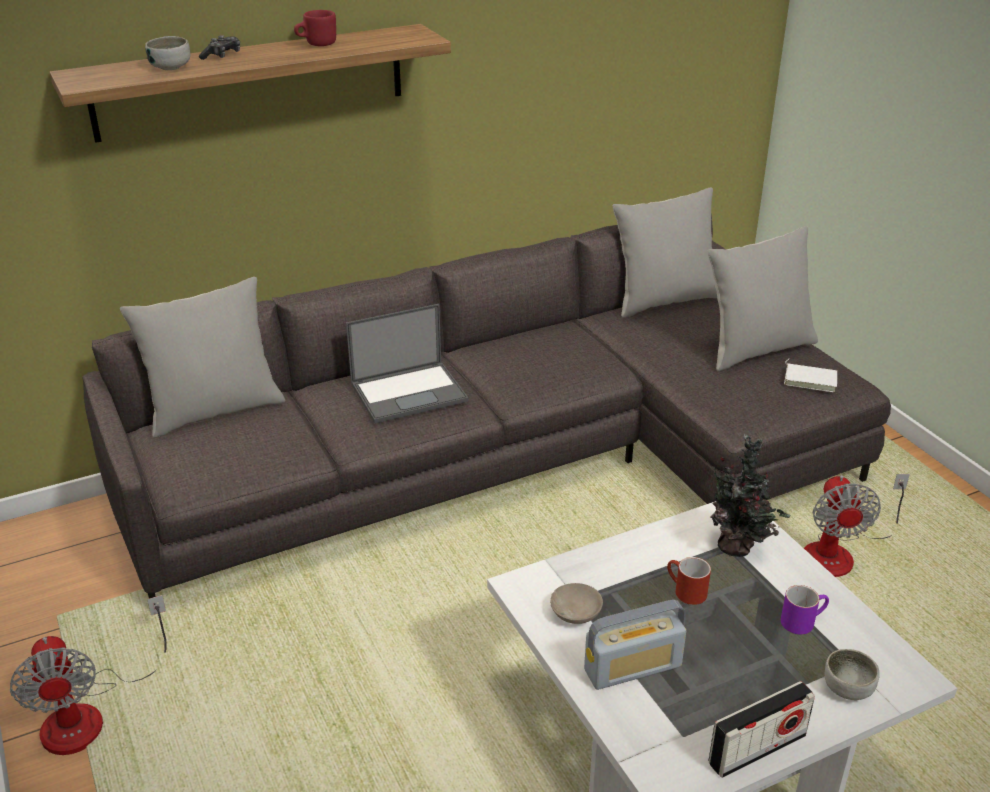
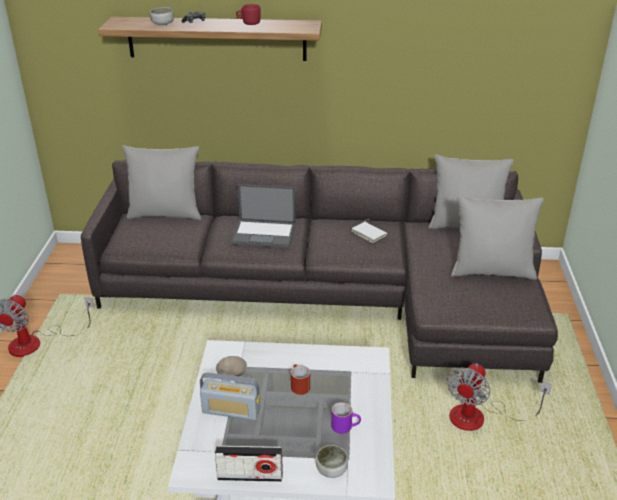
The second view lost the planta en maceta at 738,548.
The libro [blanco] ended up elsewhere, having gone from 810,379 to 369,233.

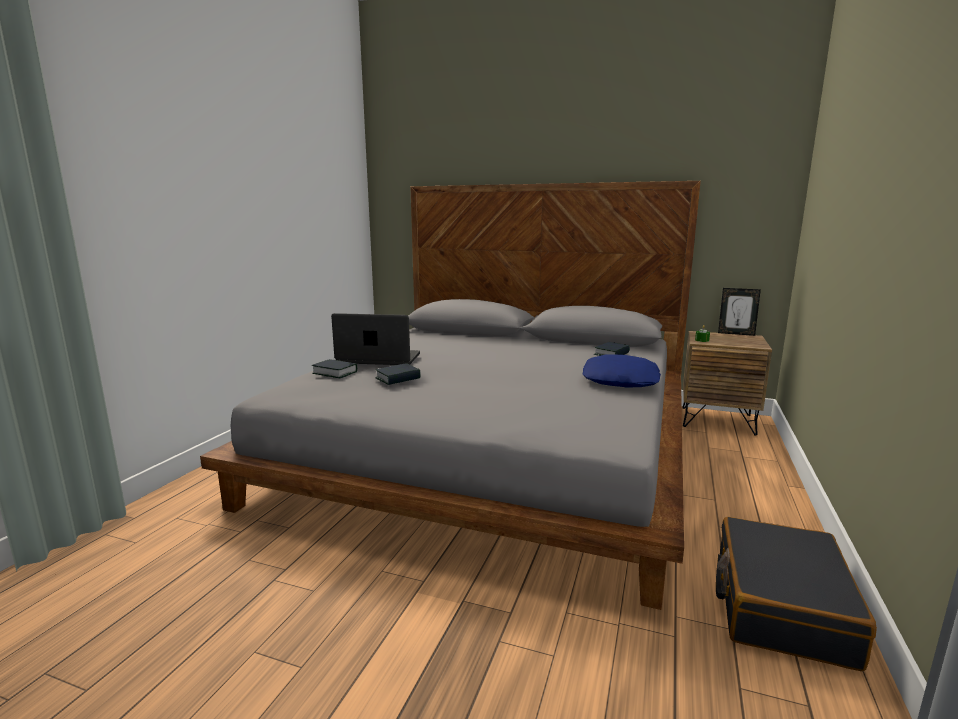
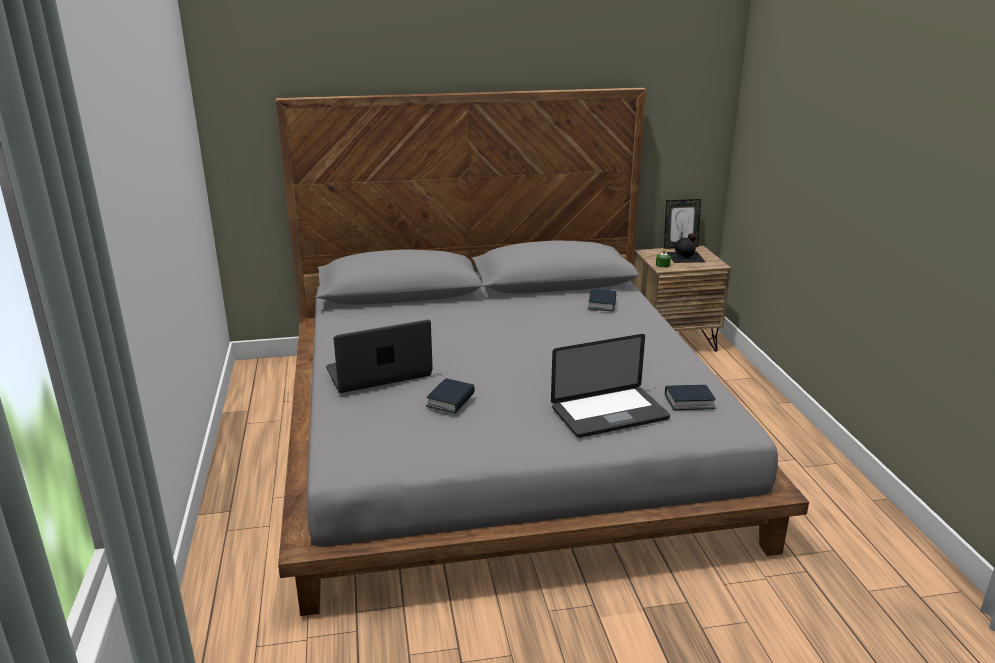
The libro ended up elsewhere, having gone from 335,373 to 689,402.
The second view lost the cojín [azul] at 621,380.
The second view lost the maleta [negro] at 780,605.
The second view gained the portátil at 609,414.
The second view gained the botella [negro] at 686,257.

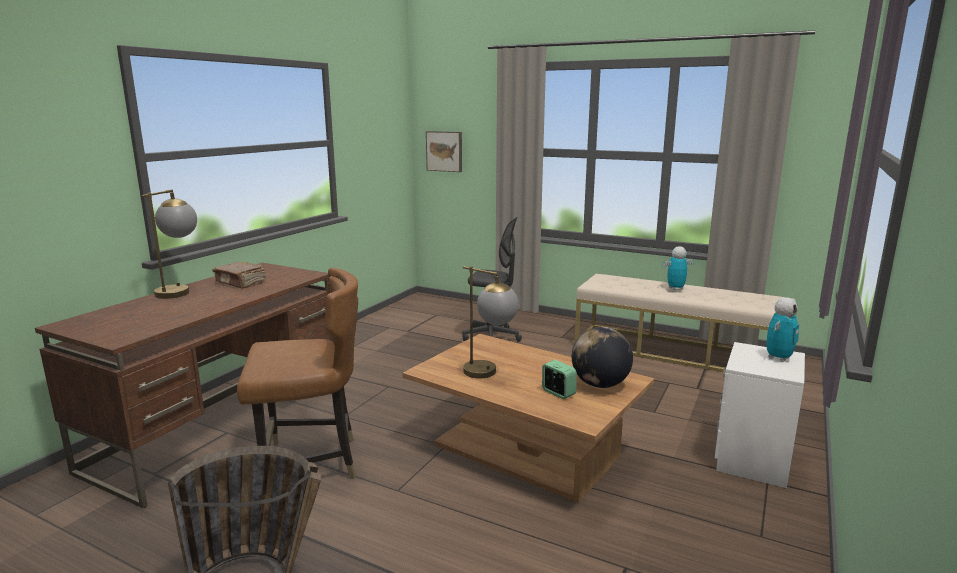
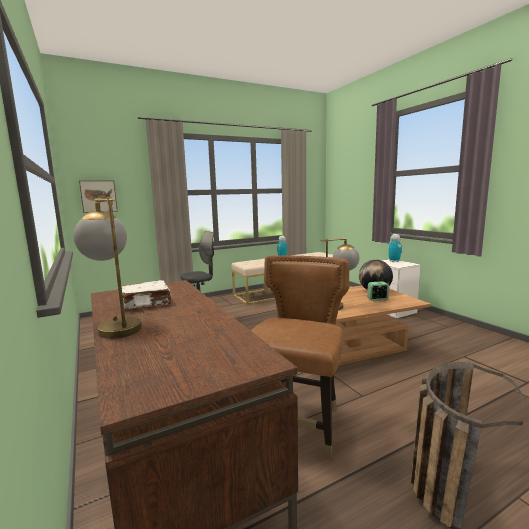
What was the libro [marrón] at 240,283 turned into the libro [blanco] at 147,303.

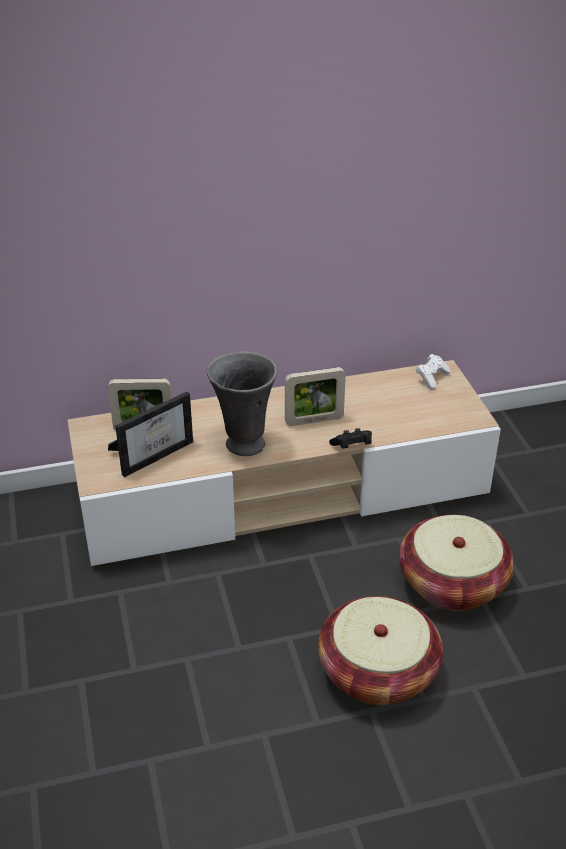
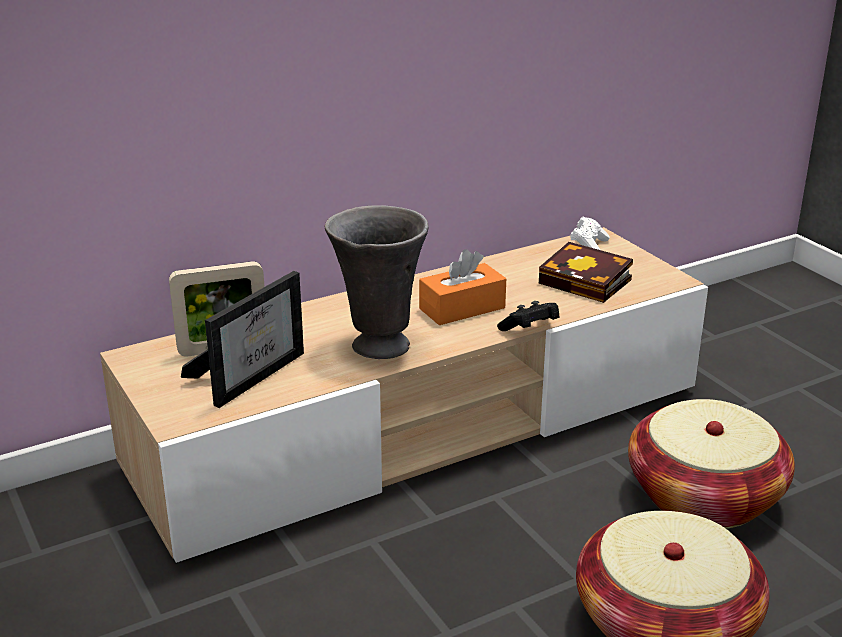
Where the portarretratos stood at 314,420, the caja de pañuelos [naranja] came to stand at 462,308.
The second view gained the libro at 589,282.

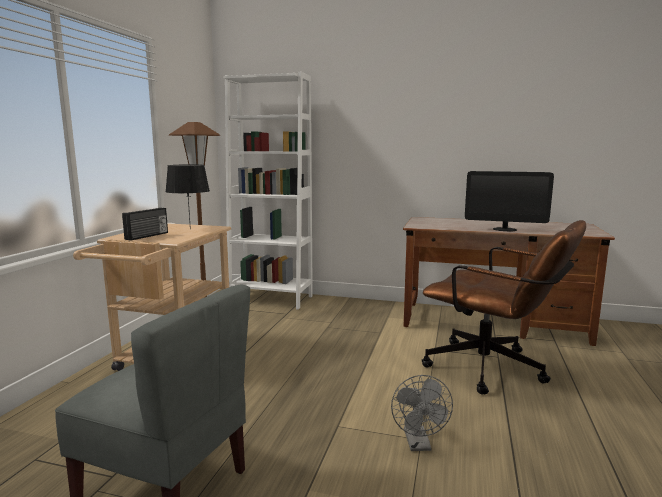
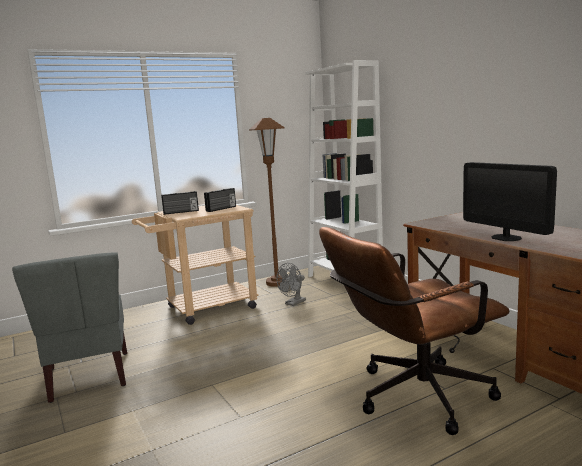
Where the lámpara de mesa [negro] stood at 190,229, the radio came to stand at 221,209.
The ventilador [gris] ended up elsewhere, having gone from 419,444 to 293,303.
The silla de oficina [marrón] at 494,370 ended up facing another way, 75 degrees clockwise from before.

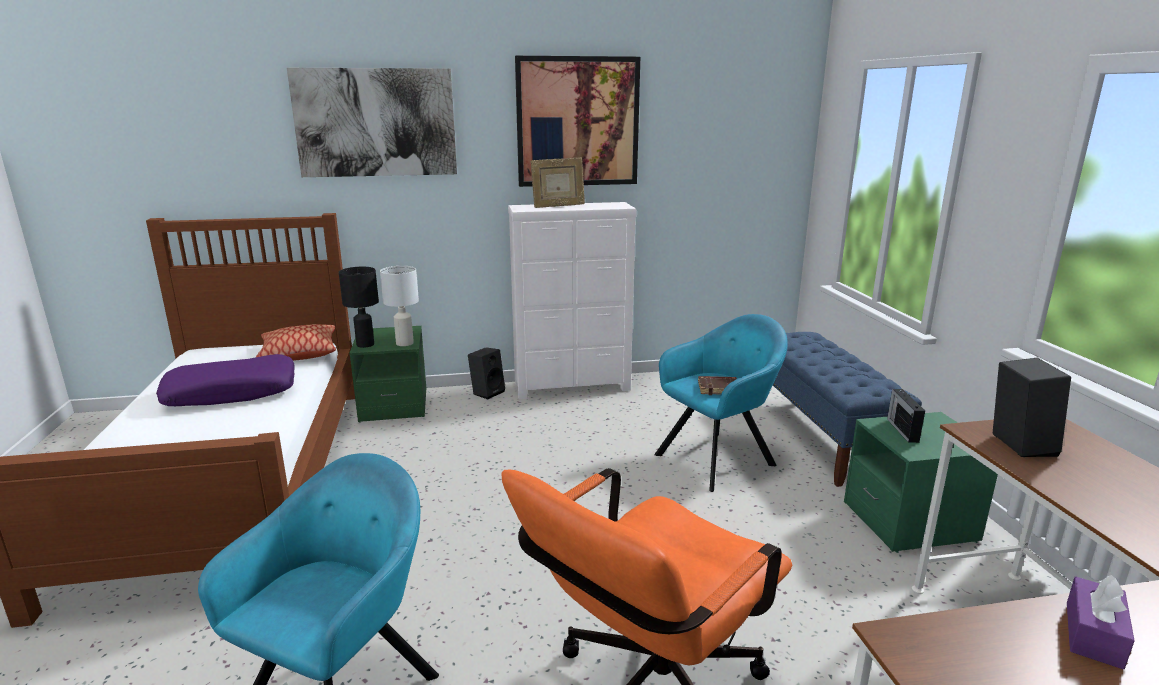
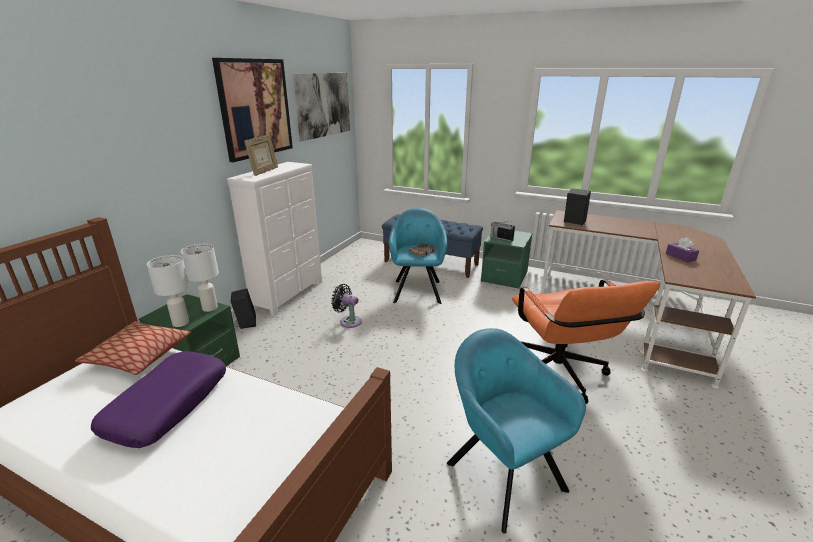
The cuadro ended up elsewhere, having gone from 375,123 to 323,105.
What was the lámpara de mesa [negro] at 365,344 turned into the lámpara de mesa [blanco] at 180,323.
The second view gained the ventilador [negro] at 348,321.

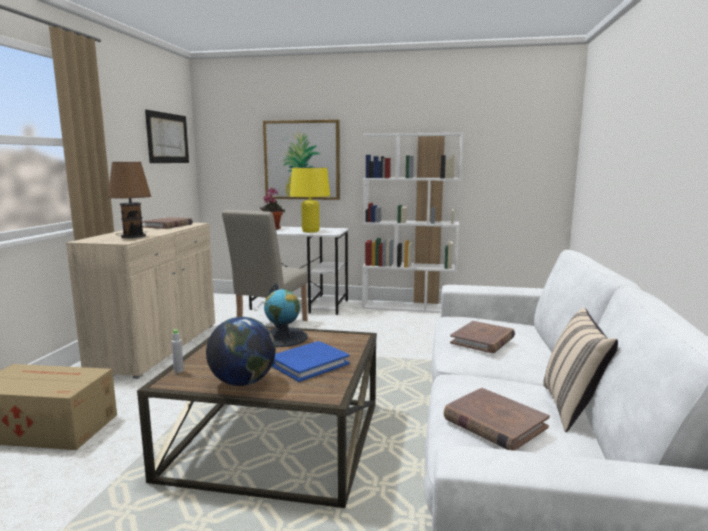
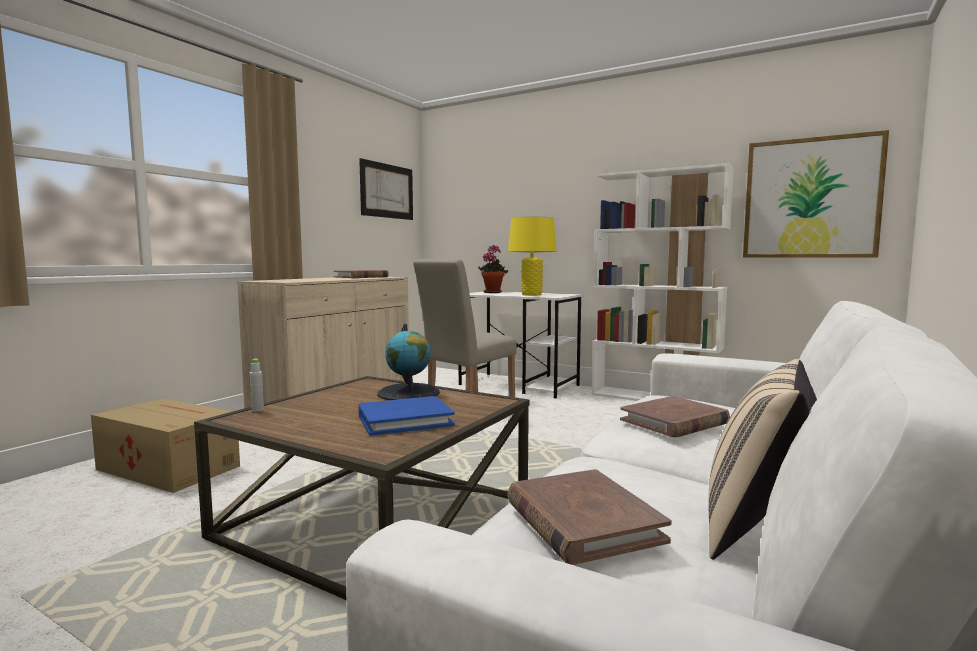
The second view lost the lámpara de mesa [marrón] at 133,236.
The second view lost the globo terráqueo at 243,383.
The cuadro ended up elsewhere, having gone from 302,160 to 811,198.

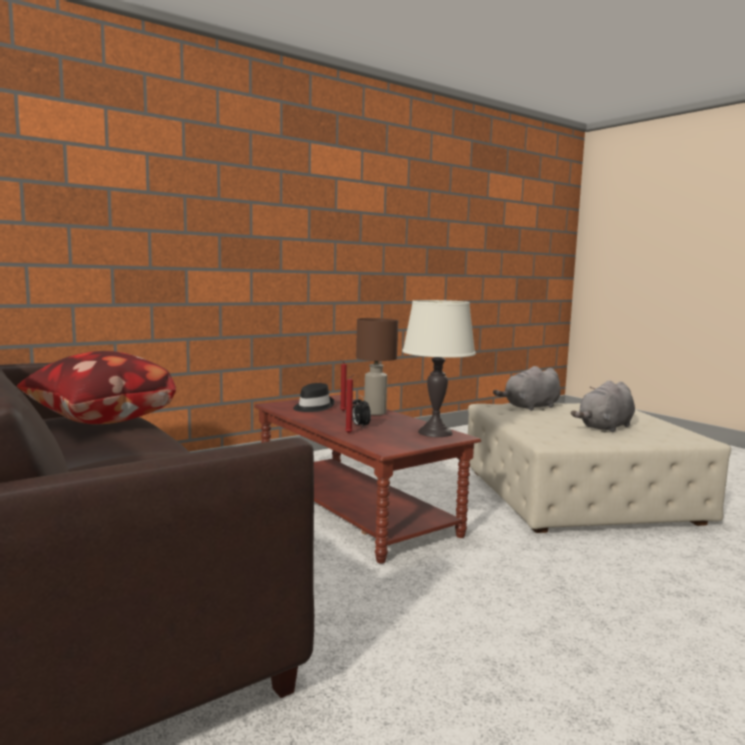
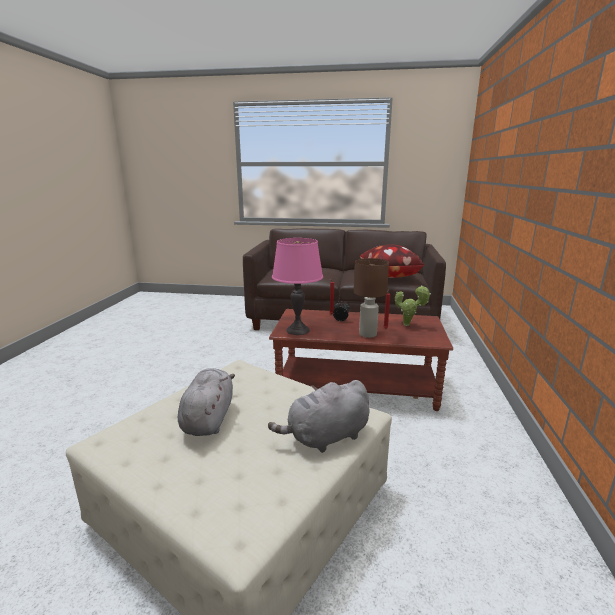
Where the sombrero [negro] stood at 312,407, the planta en maceta came to stand at 408,325.
What was the lámpara de mesa [blanco] at 435,432 turned into the lámpara de mesa [rosa] at 297,330.
The peluche [gris] at 530,407 ended up facing another way, 135 degrees counterclockwise from before.

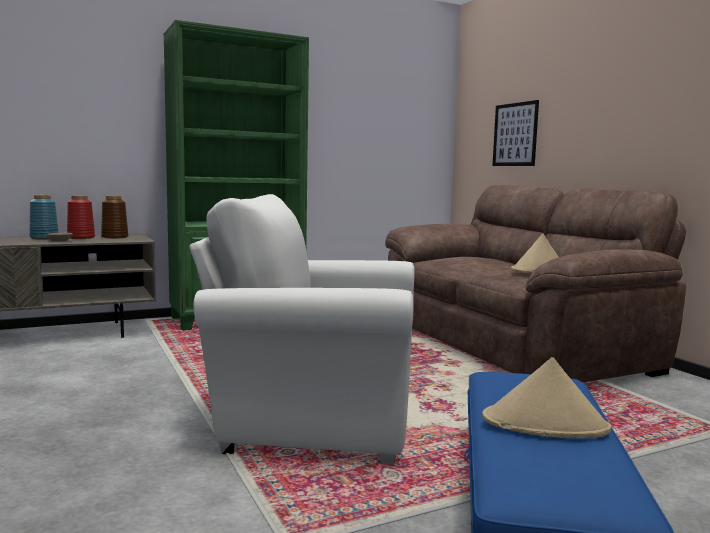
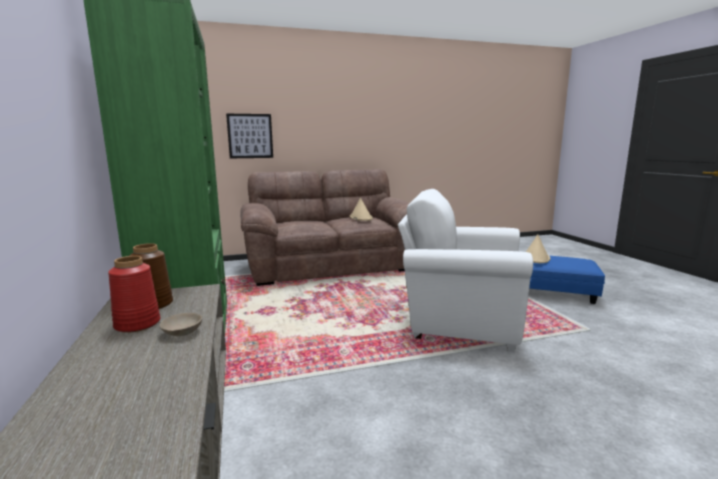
The second view lost the florero [azul] at 45,238.
The sillón [blanco] at 311,419 ended up facing another way, 90 degrees clockwise from before.

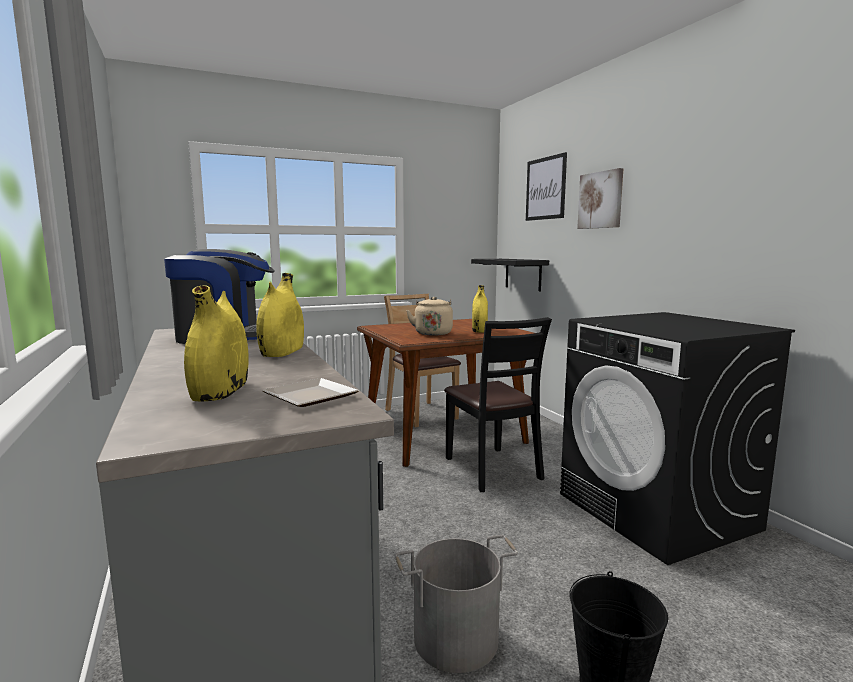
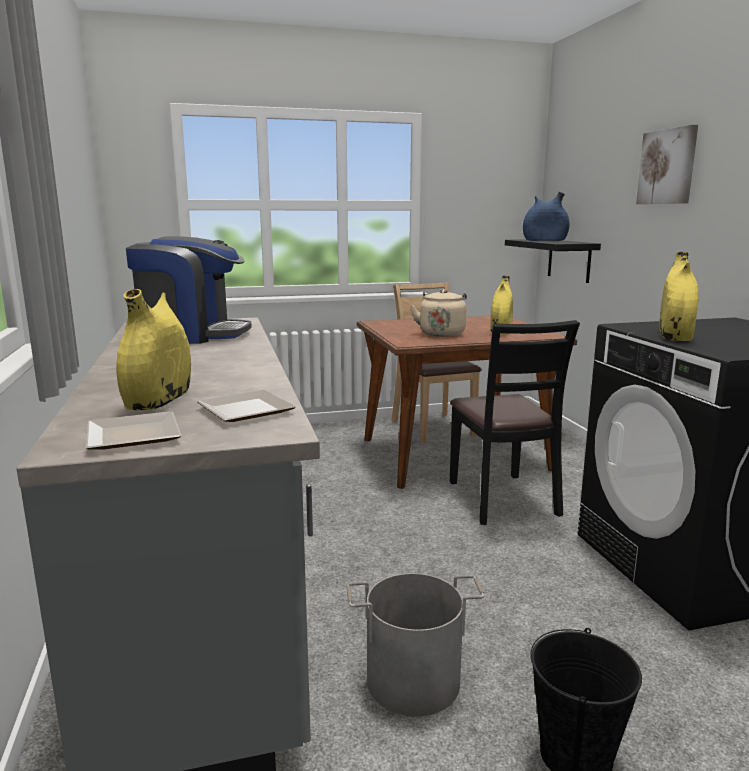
The florero [amarillo] ended up elsewhere, having gone from 282,352 to 674,336.
The second view lost the cuadro at 545,188.
The second view gained the plato at 130,435.
The second view gained the florero [azul] at 544,240.

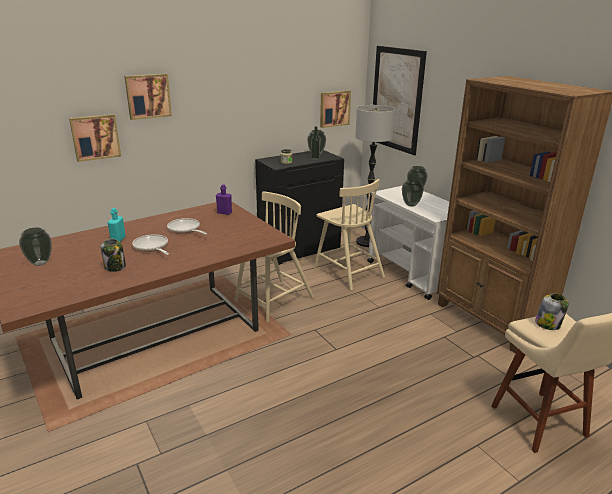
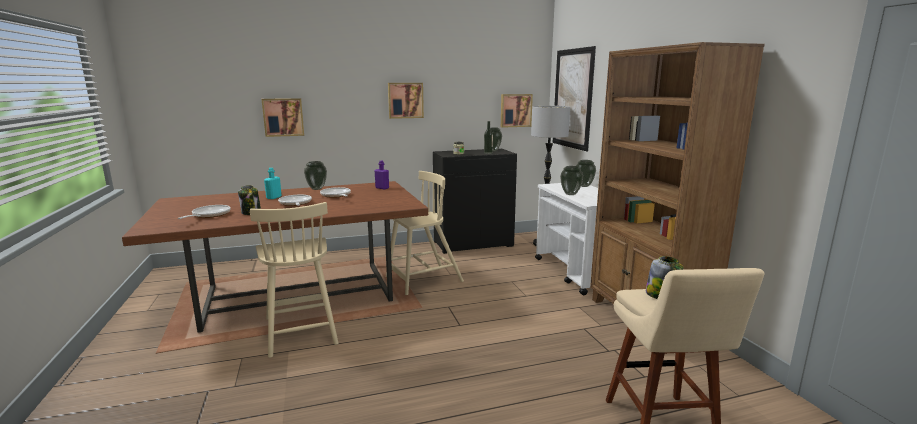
The florero ended up elsewhere, having gone from 40,263 to 317,189.
The cuadro ended up elsewhere, having gone from 148,96 to 405,100.
The silla [beis] ended up elsewhere, having gone from 347,272 to 300,330.
The second view gained the sartén at 209,215.

